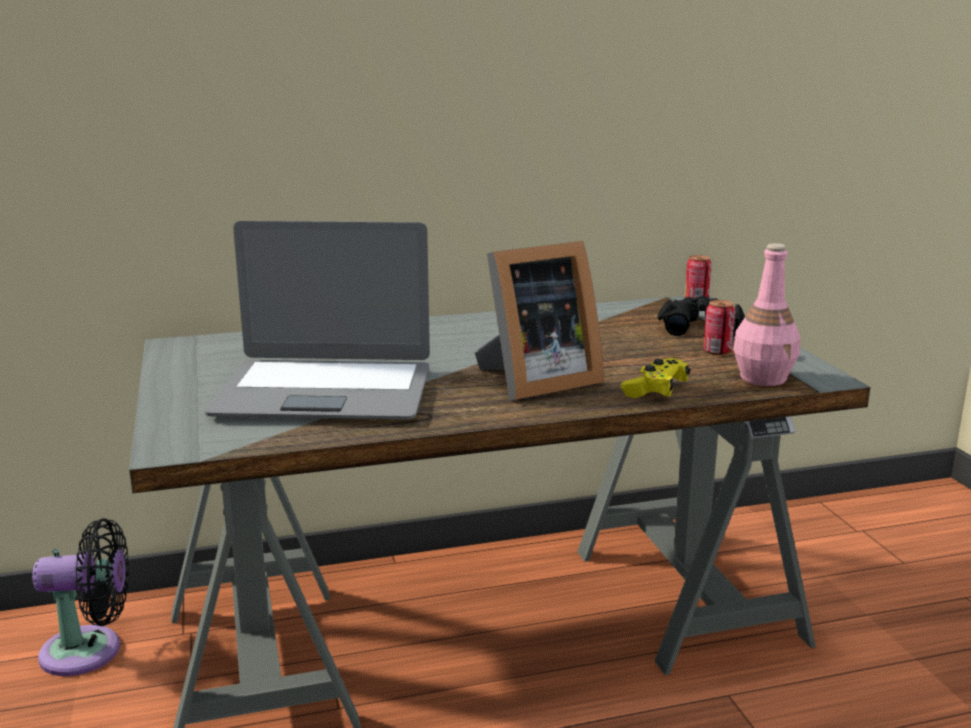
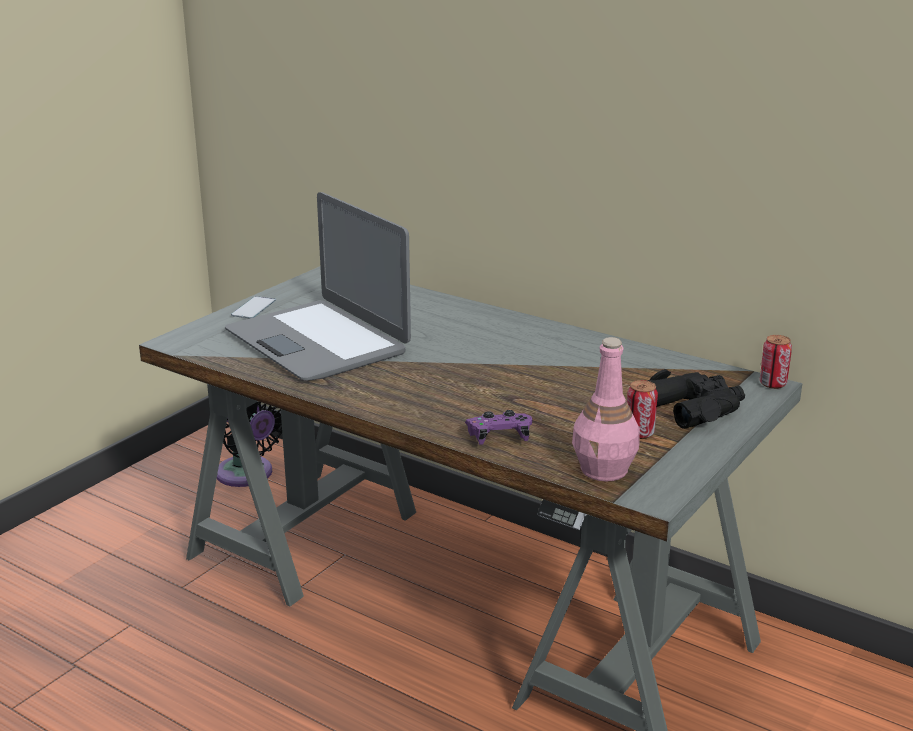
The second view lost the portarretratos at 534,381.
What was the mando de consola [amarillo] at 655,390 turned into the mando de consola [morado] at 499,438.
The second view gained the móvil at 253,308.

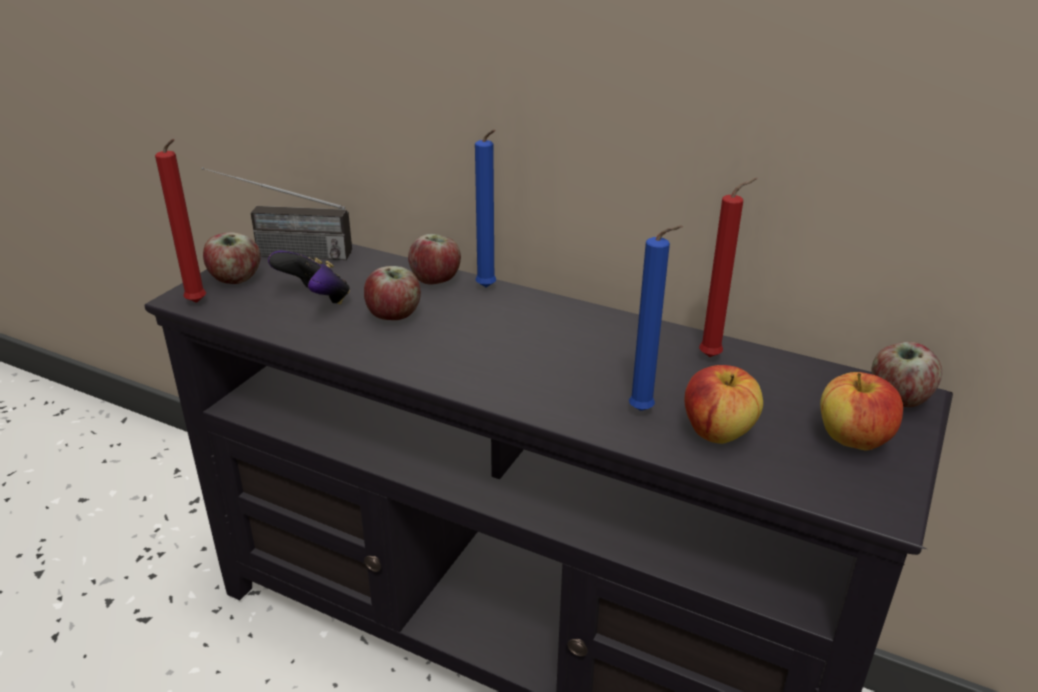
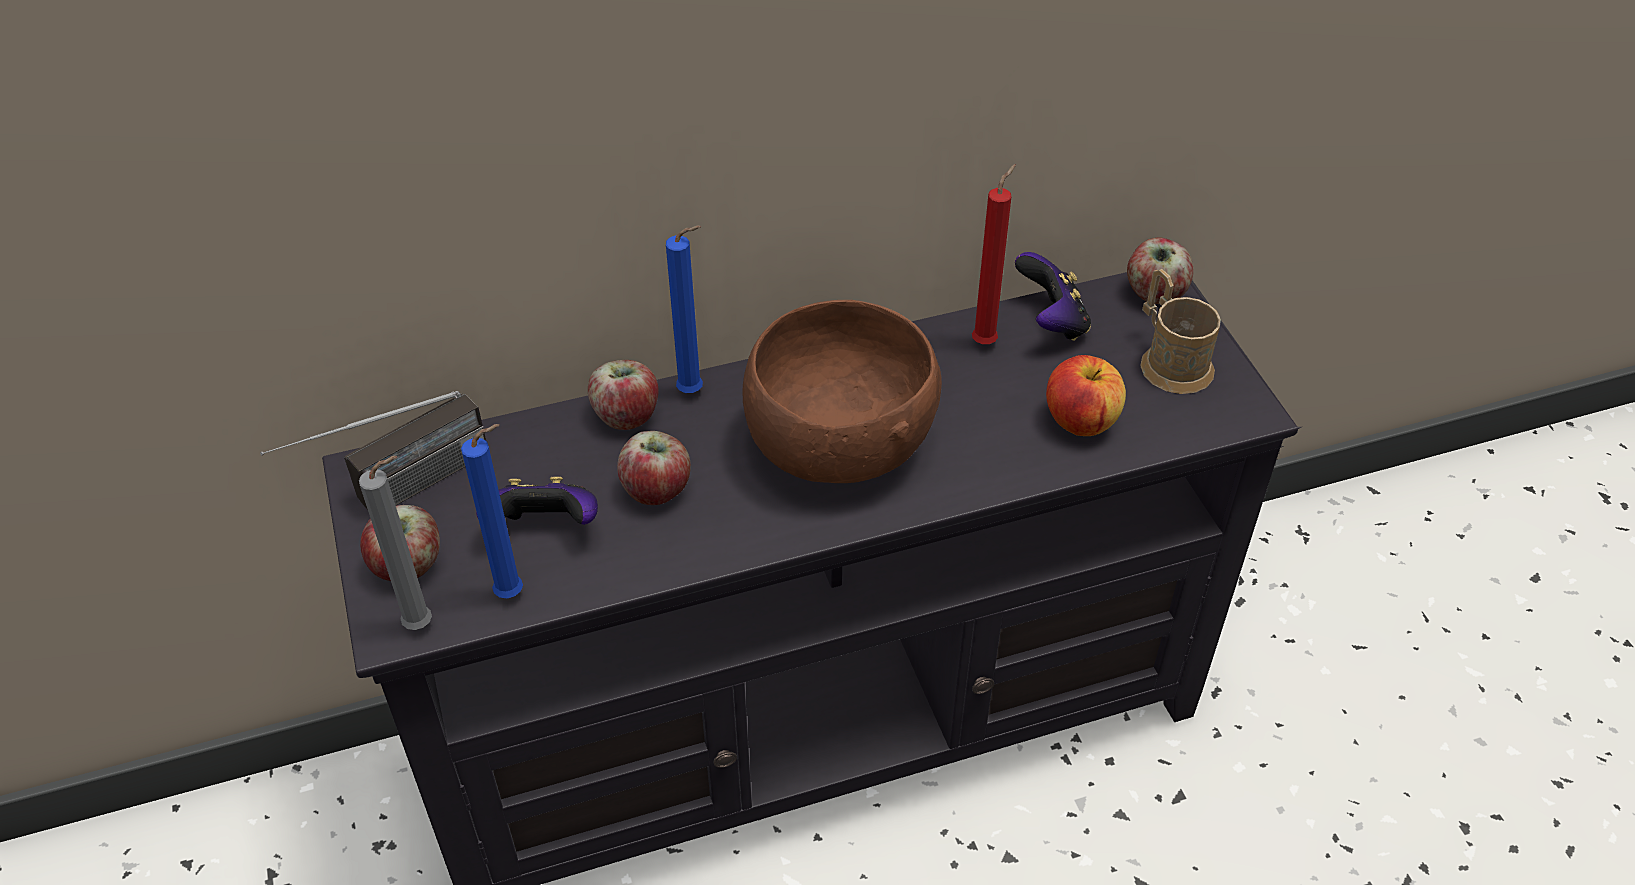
What was the vela [rojo] at 198,303 turned into the vela [gris] at 424,625.
The vela [azul] ended up elsewhere, having gone from 644,412 to 514,594.
Where the manzana stood at 852,440, the taza grande [marrón] came to stand at 1170,360.
The second view gained the cuenco [marrón] at 838,445.
The second view gained the mando de consola at 1051,322.

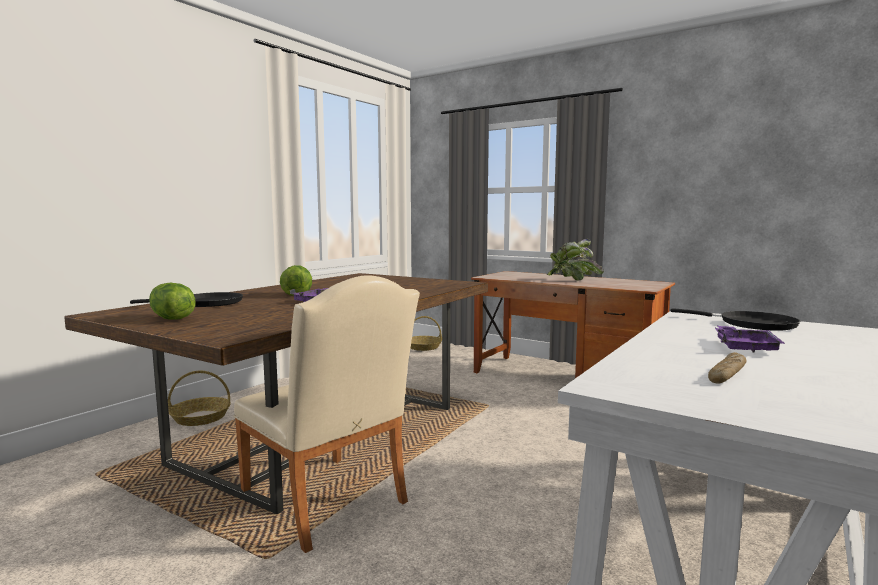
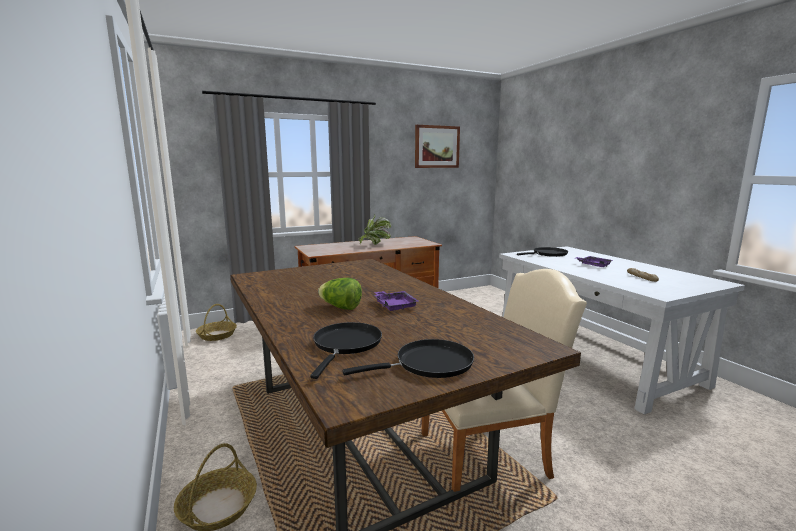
Where the lechuga stood at 171,318, the sartén [negro] came to stand at 429,364.
The second view gained the cuadro at 437,147.

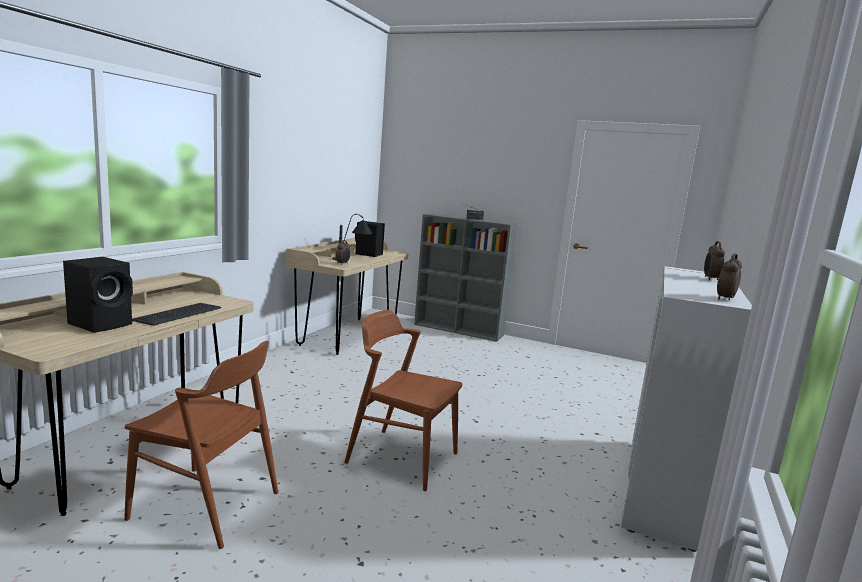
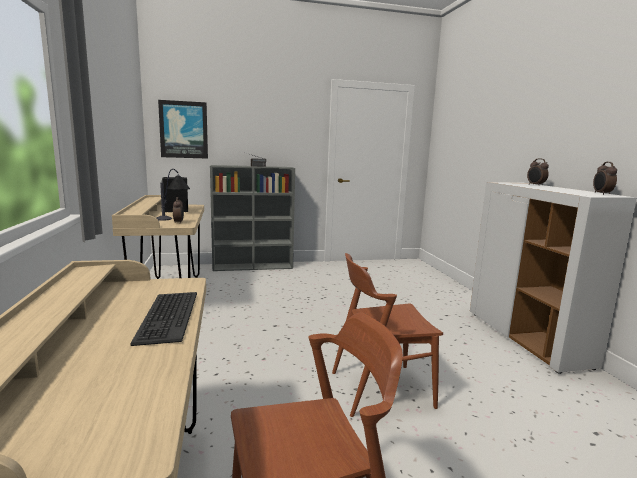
The second view lost the altavoz [negro] at 102,324.
The second view gained the cuadro at 183,130.

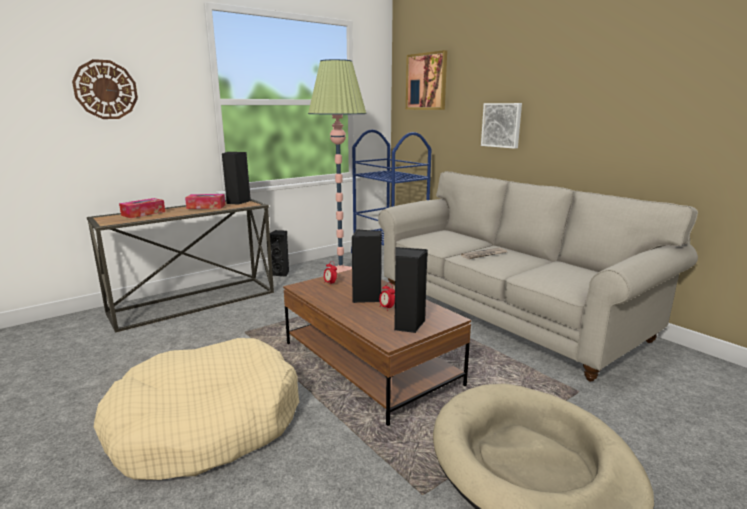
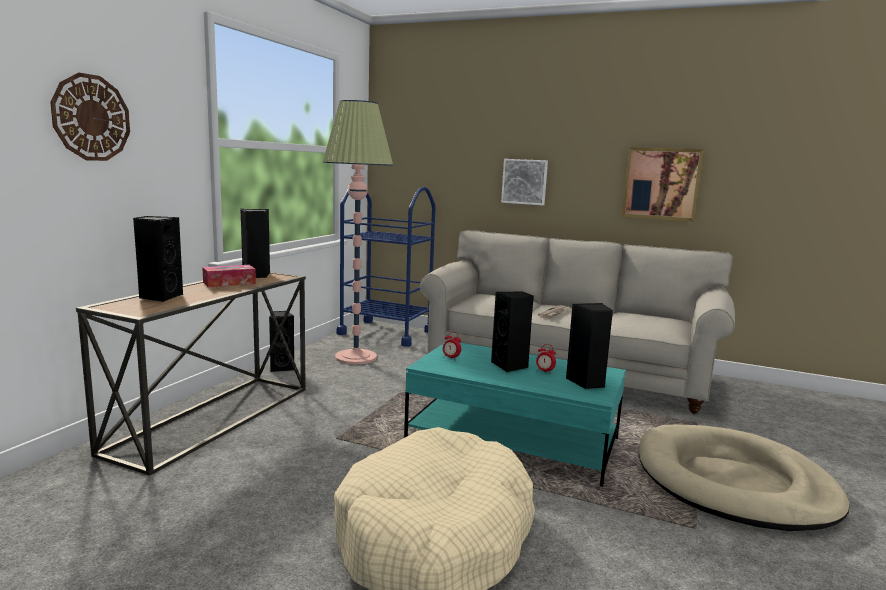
Where the caja de pañuelos stood at 143,213, the altavoz [negro] came to stand at 160,297.
What was the mesa de centro [marrón] at 370,363 turned into the mesa de centro [turquesa] at 513,439.
The cuadro ended up elsewhere, having gone from 426,81 to 661,184.

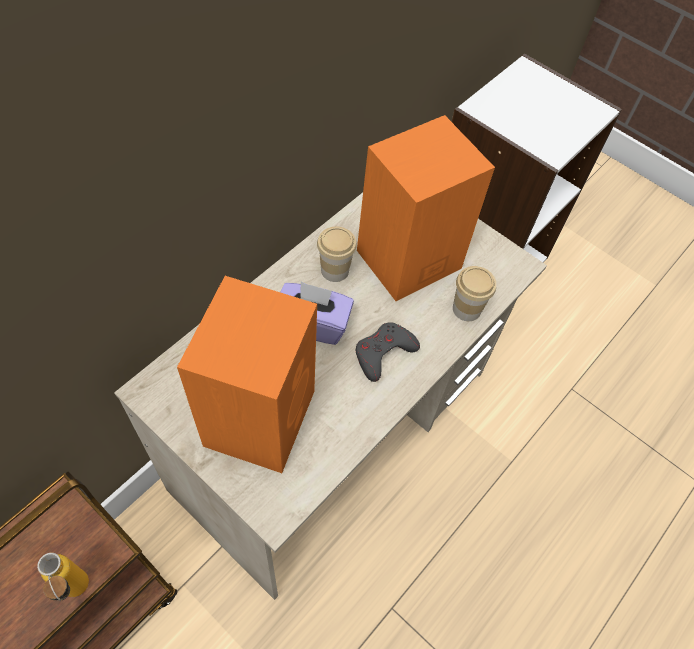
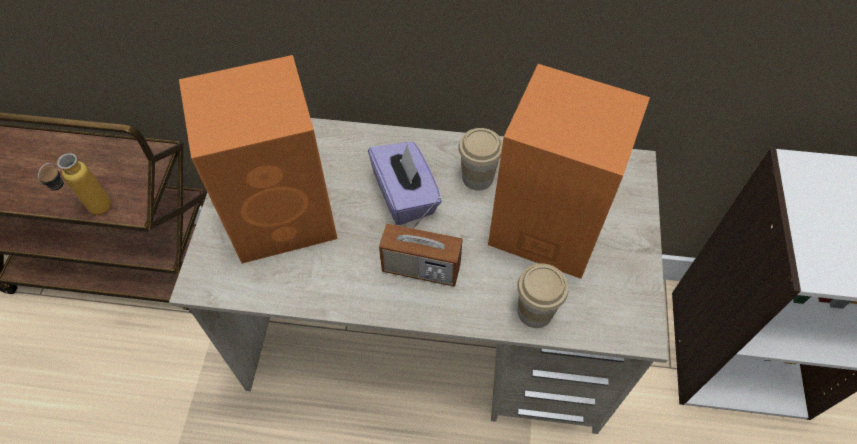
Where the mando de consola [gris] stood at 383,353, the radio came to stand at 421,268.

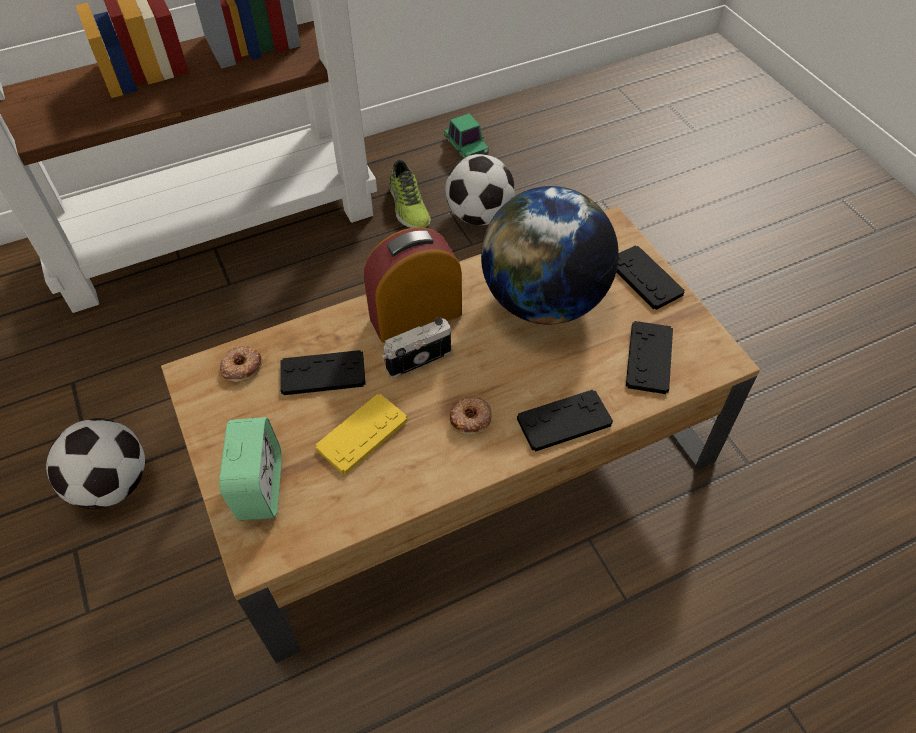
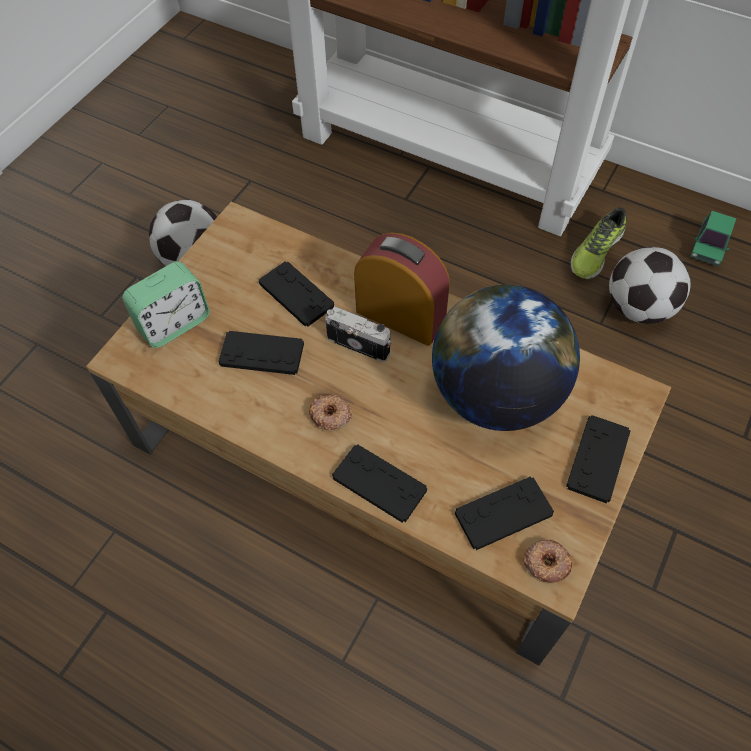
The rosquilla ended up elsewhere, having gone from 241,366 to 546,562.
What was the mando de consola [amarillo] at 362,434 turned into the mando de consola [negro] at 262,354.

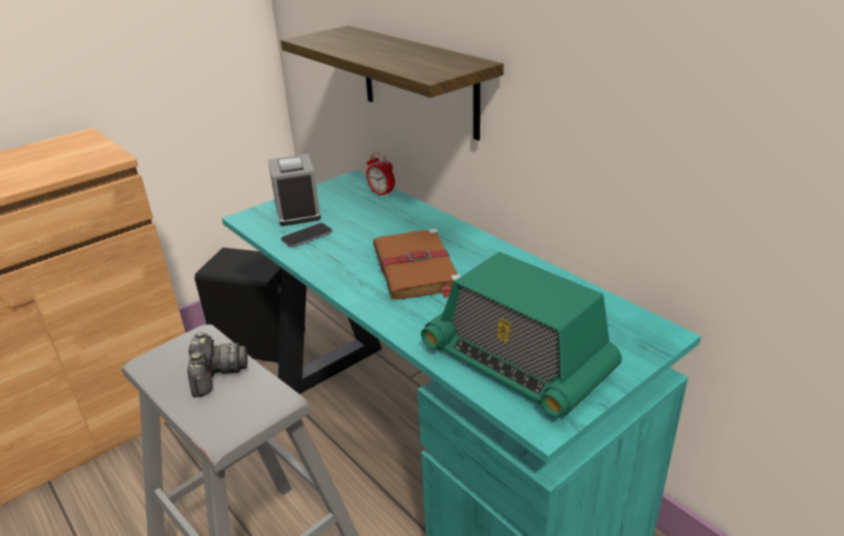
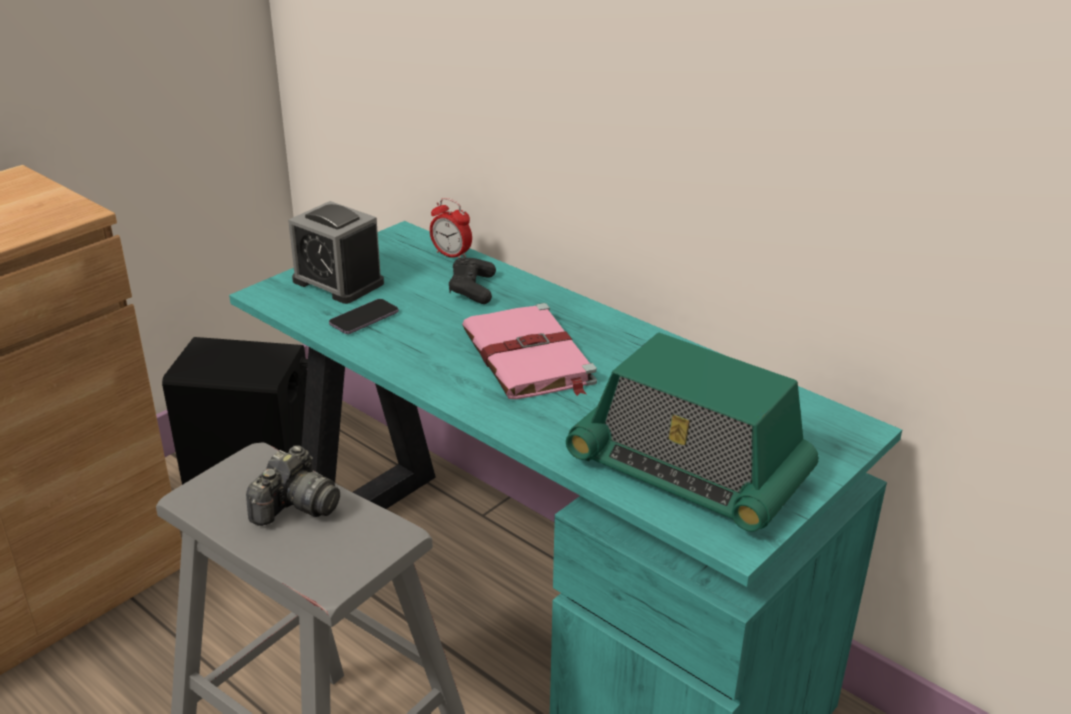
The cámara at 216,374 ended up facing another way, 45 degrees clockwise from before.
The despertador at 297,211 ended up facing another way, 150 degrees clockwise from before.
The second view lost the estante at 418,81.
What was the libro [marrón] at 416,268 turned into the libro [rosa] at 528,358.
The second view gained the mando de consola [negro] at 472,289.

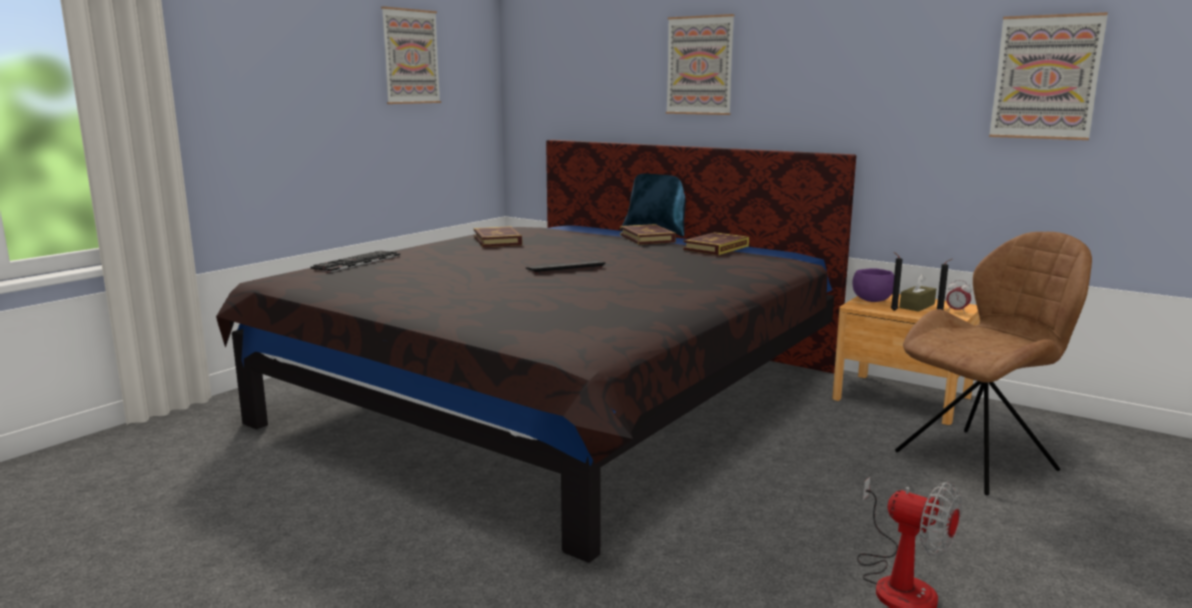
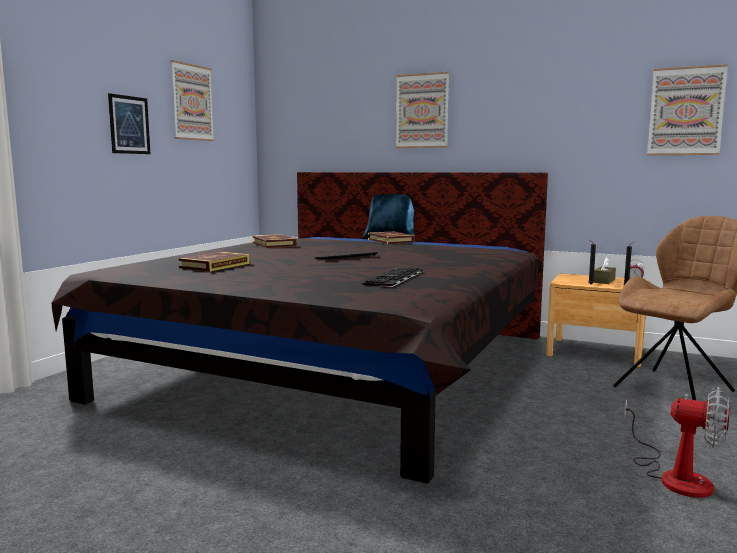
The teclado ended up elsewhere, having gone from 357,262 to 395,278.
The libro ended up elsewhere, having gone from 716,248 to 215,266.
The second view lost the cuenco [morado] at 872,301.
The second view gained the cuadro at 129,125.

